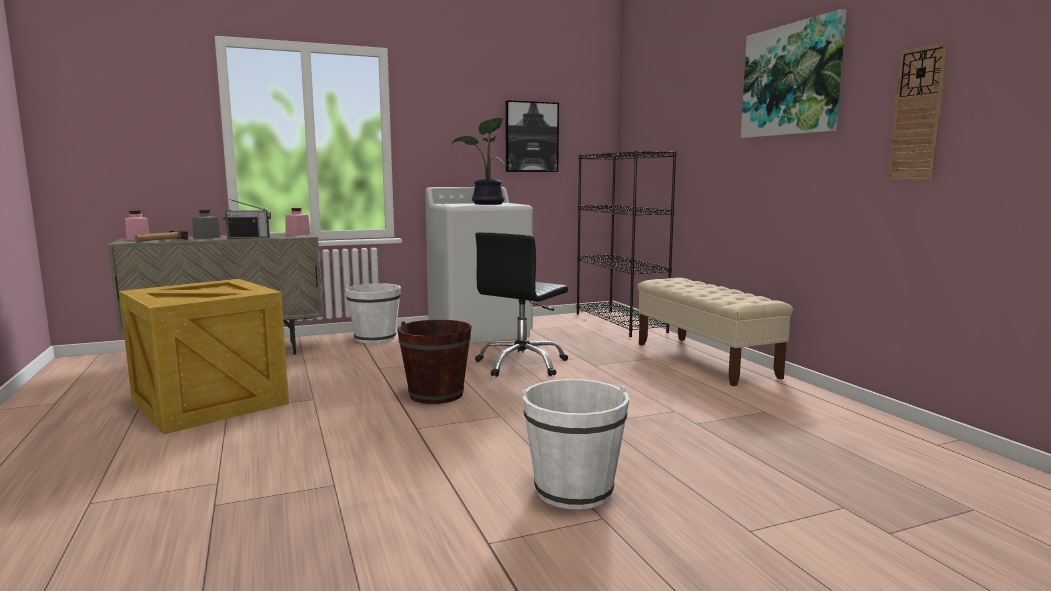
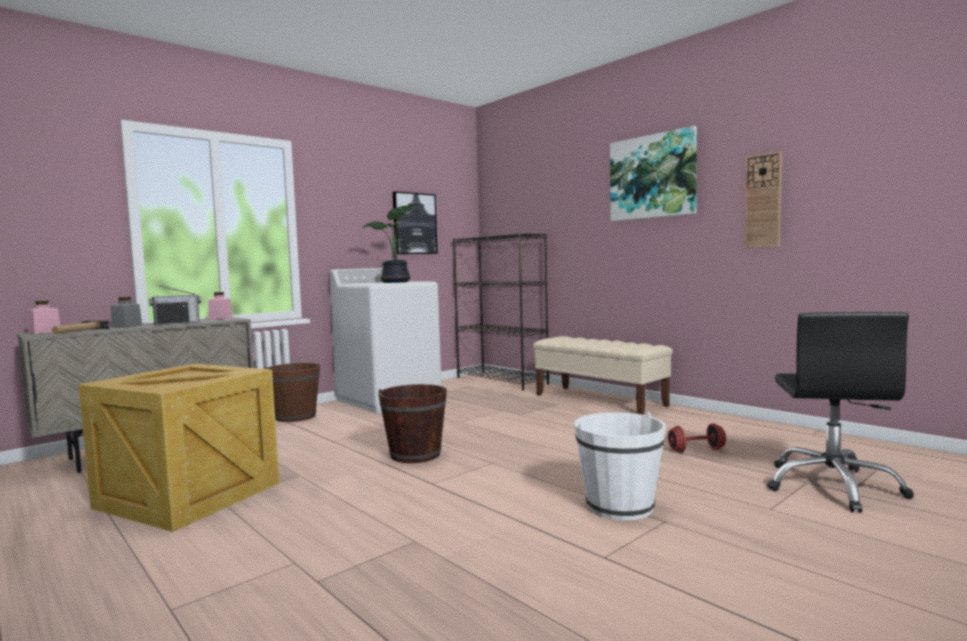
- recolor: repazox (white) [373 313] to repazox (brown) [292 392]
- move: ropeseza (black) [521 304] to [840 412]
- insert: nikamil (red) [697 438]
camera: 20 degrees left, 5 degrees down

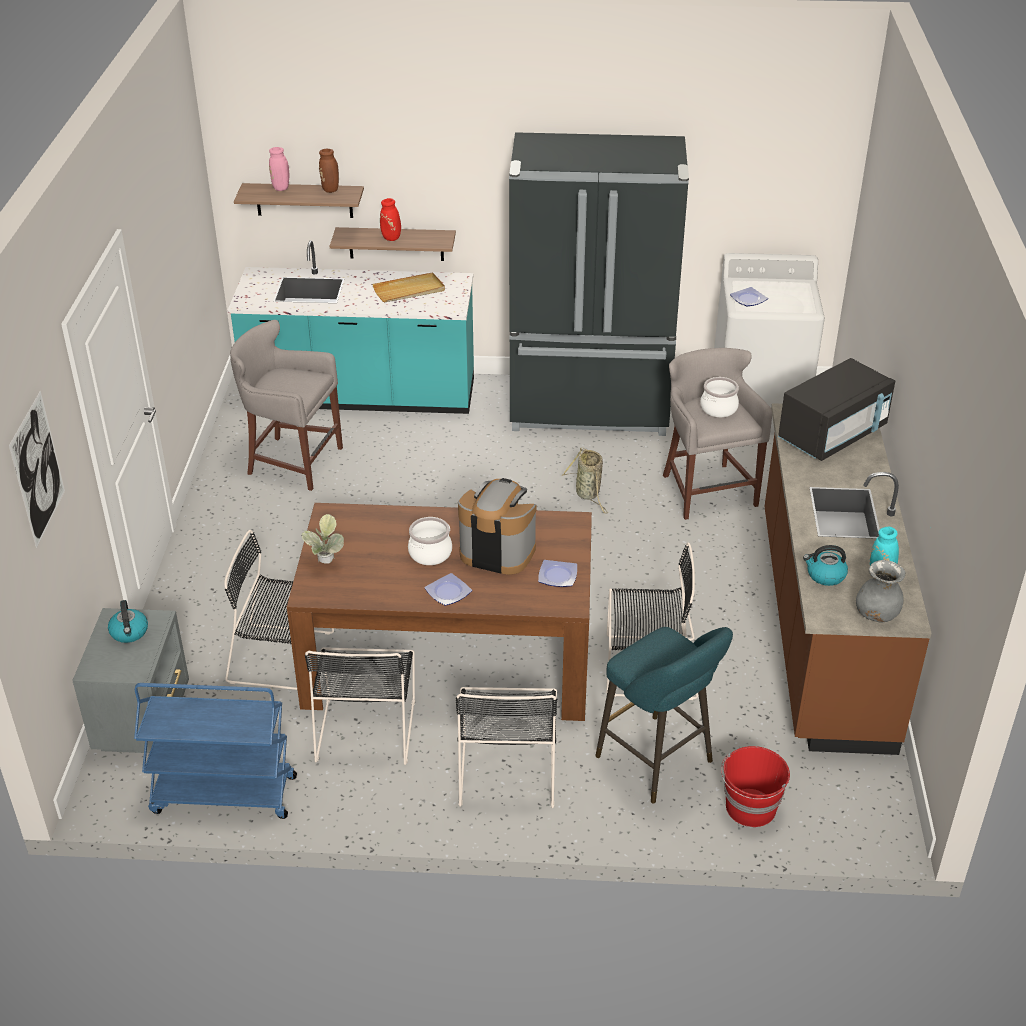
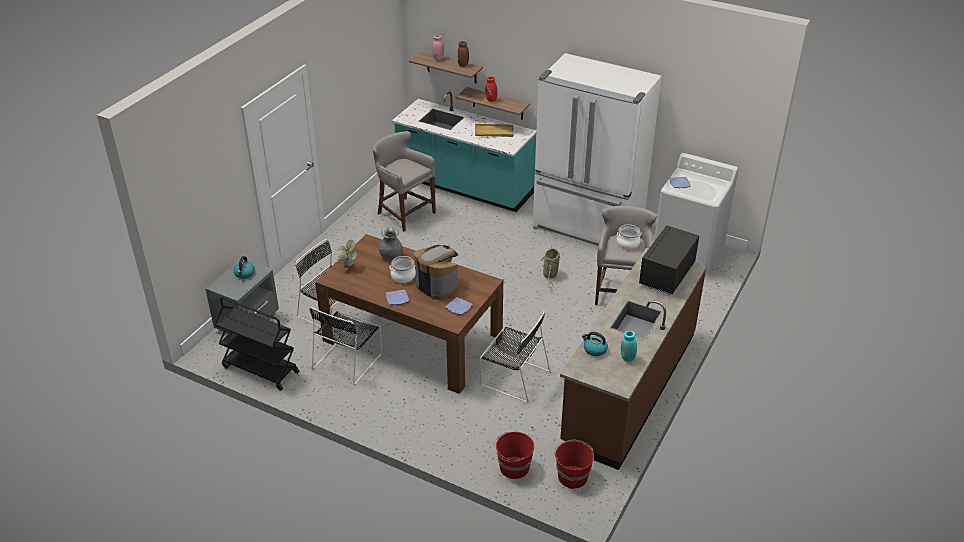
- delete: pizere [37 469]
- recolor: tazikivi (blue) [215 751] to tazikivi (black) [256 344]
- delete: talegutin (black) [506 747]
- recolor: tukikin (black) [599 284] to tukikin (white) [597 149]
- delete: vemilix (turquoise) [664 715]
- rotate: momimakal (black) [836 409] = [669 260] 135 degrees clockwise
- move: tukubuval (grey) [880 591] to [391 243]
- insert: repazox (red) [574 464]
camera: 25 degrees right, 0 degrees up

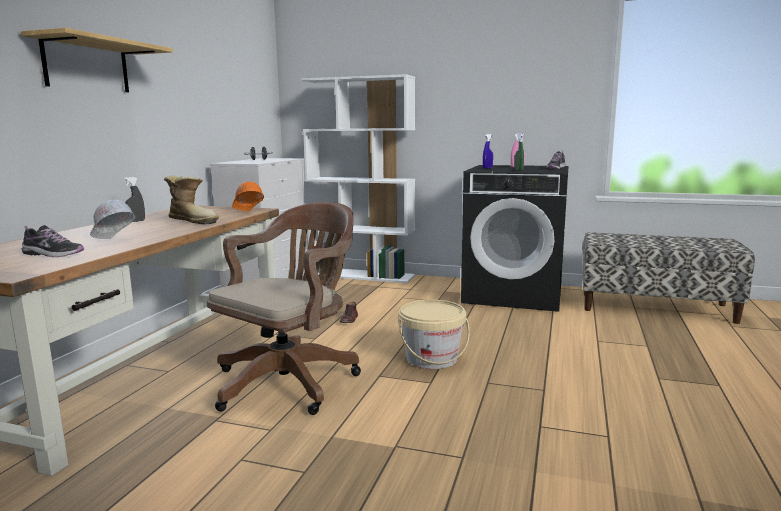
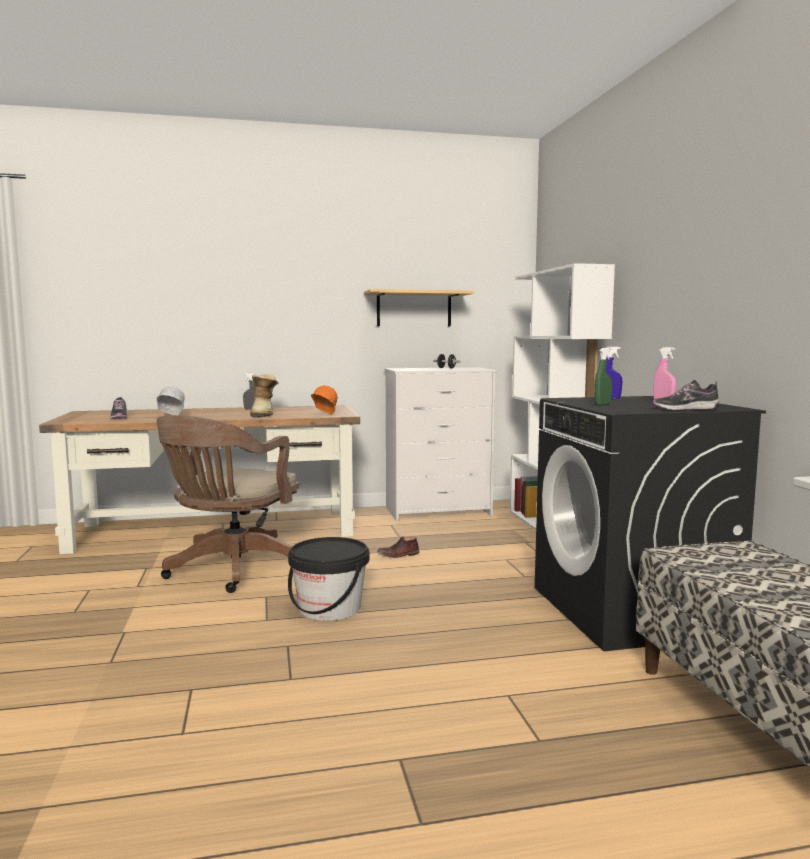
- move: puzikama [97 60] to [419 307]
- rotate: ropeseza (brown) [284 308] = [228 504] 105 degrees clockwise
- recolor: repazox (beige) [434 334] to repazox (black) [328 579]
camera: 60 degrees right, 5 degrees down

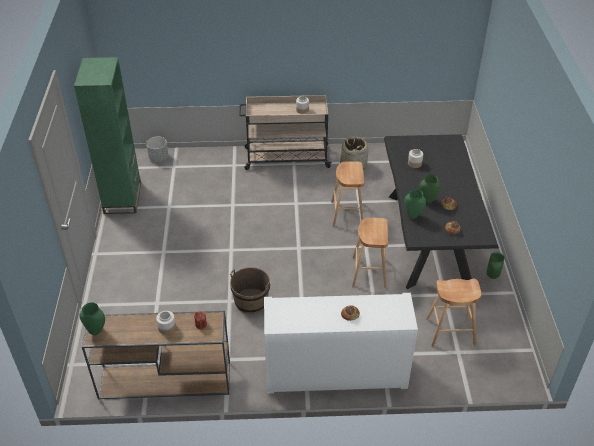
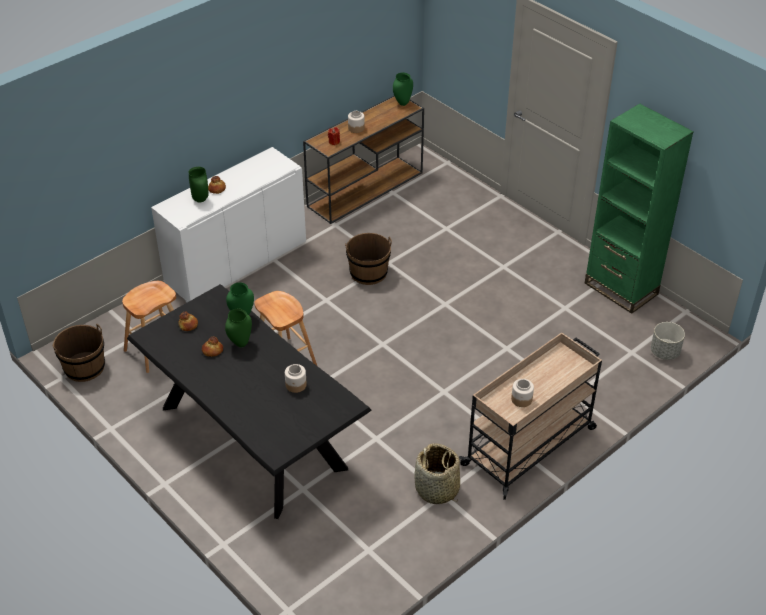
- delete: vemilix (brown) [347 194]
- move: tukubuval (green) [495 265] to [198 185]
- insert: repazox (brown) [78 353]
camera: 140 degrees right, 0 degrees up

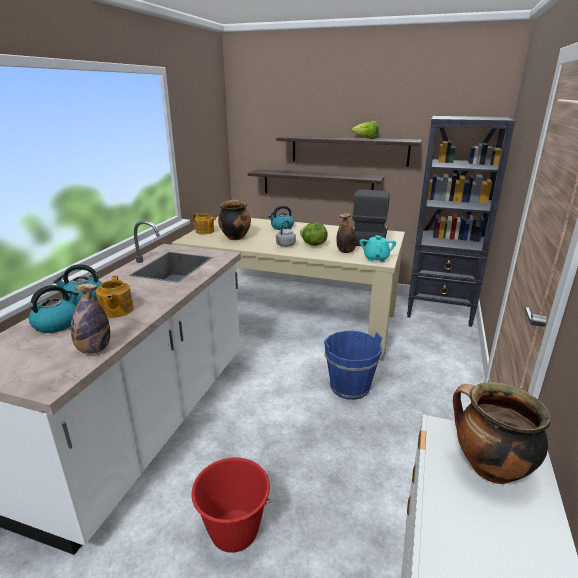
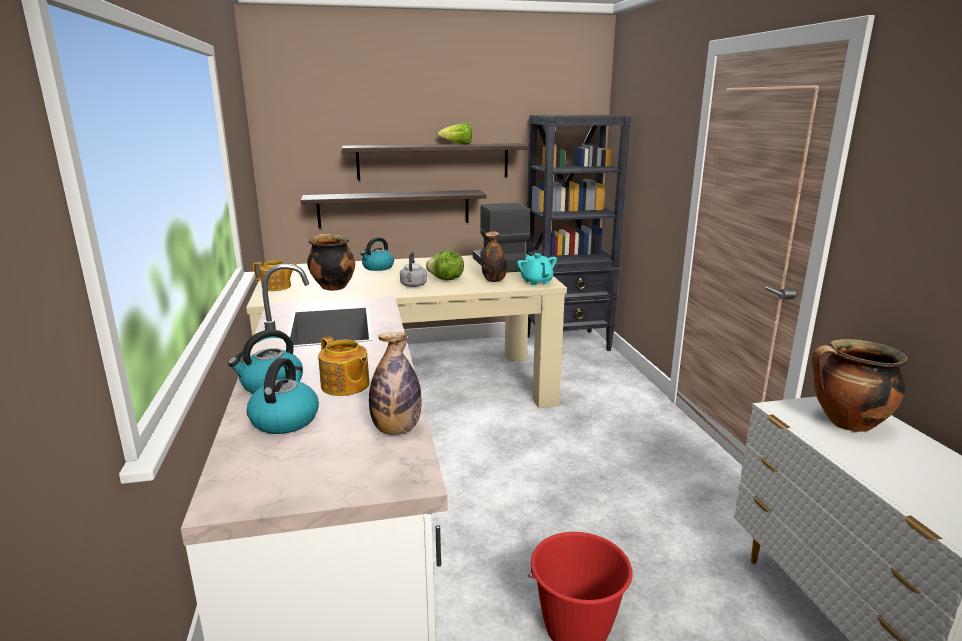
- delete: repazox (blue) [353 365]
camera: 30 degrees left, 5 degrees down

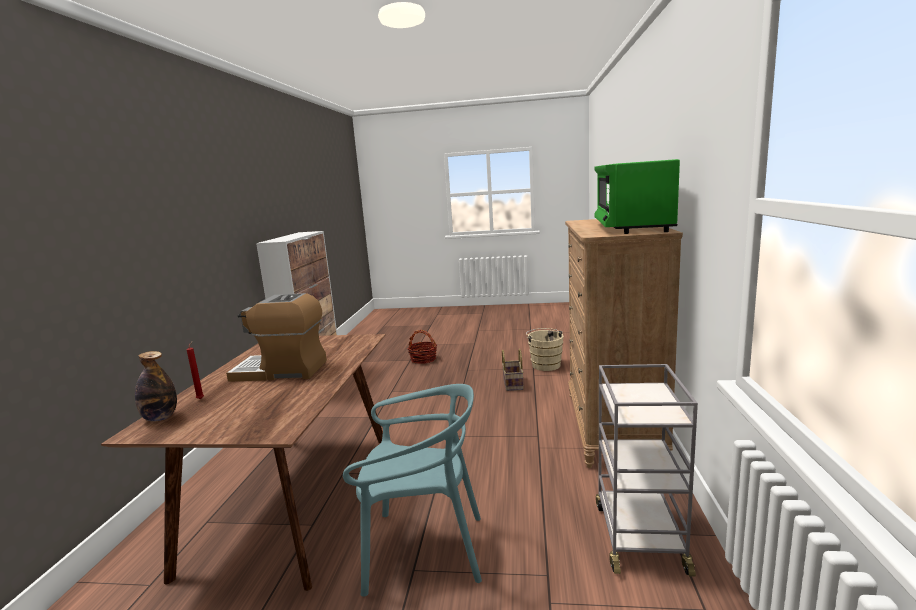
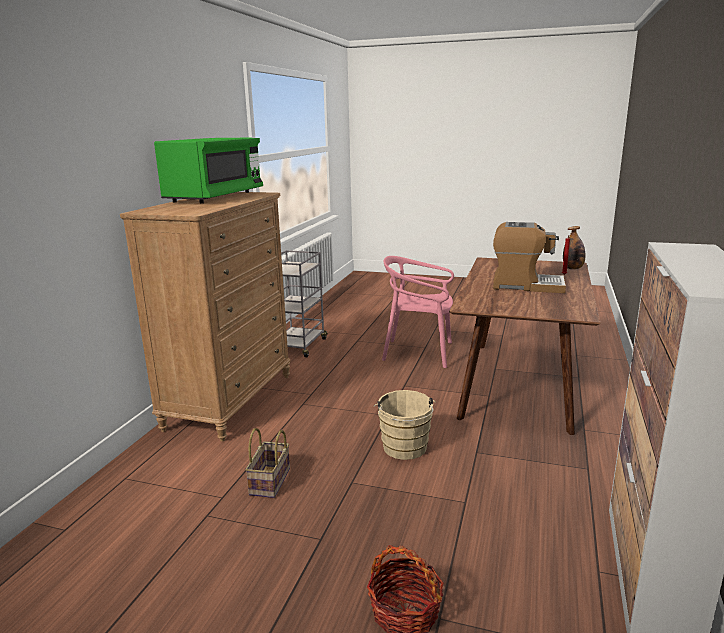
- recolor: talegutin (turquoise) [412 490] to talegutin (pink) [418 312]
- move: repazox (beige) [545 349] to [405 425]
camera: 170 degrees left, 5 degrees up

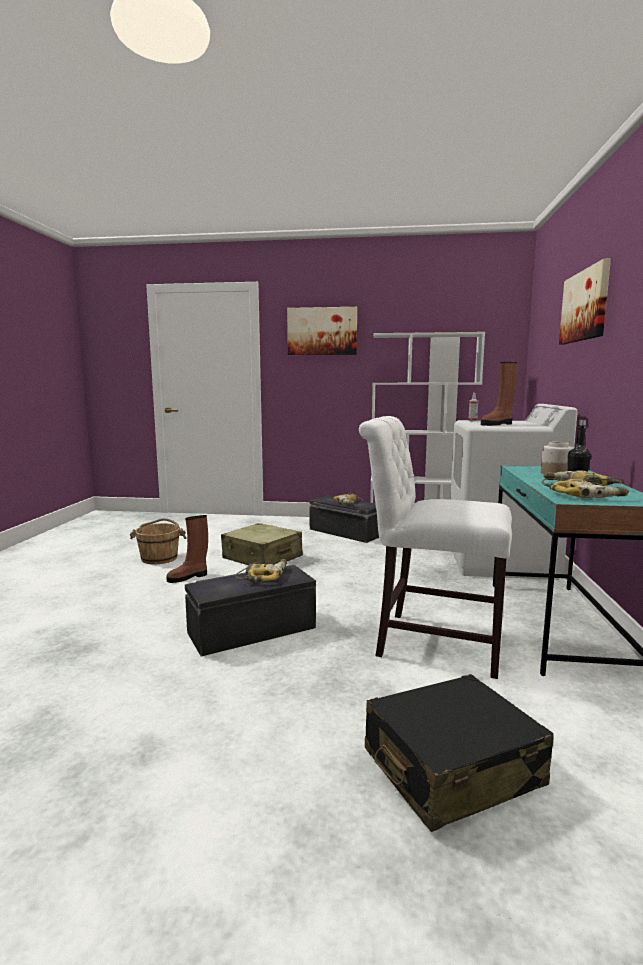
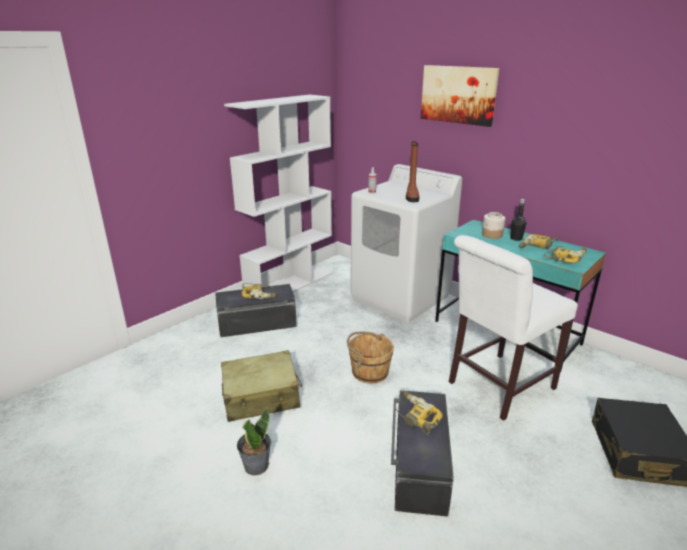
- move: repazox (brown) [158 541] to [370 357]
- replace: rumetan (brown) [187 549] to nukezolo [254 441]
- delete: pizere [322 331]
camera: 55 degrees left, 15 degrees up

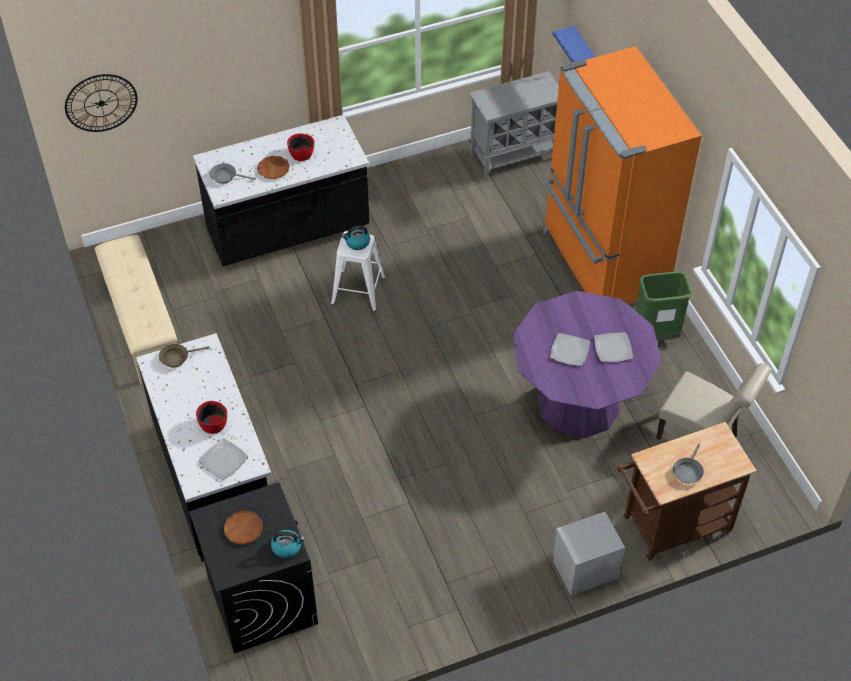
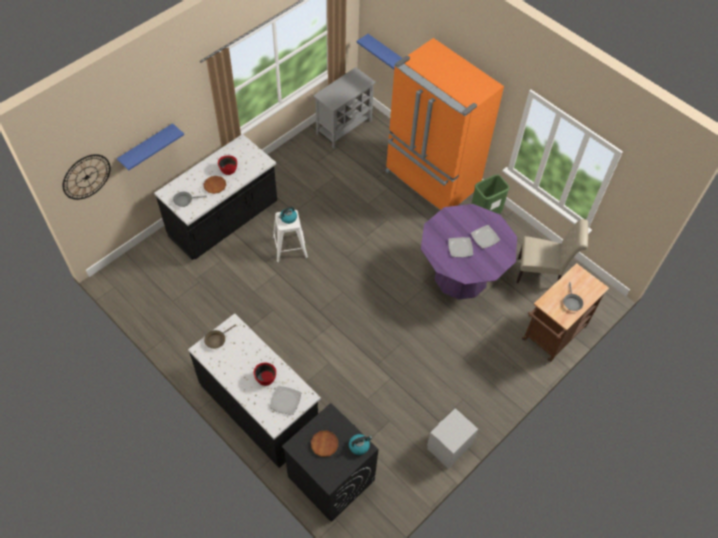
- delete: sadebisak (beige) [136 309]
- move: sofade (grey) [589 554] to [452 438]
- insert: puzikama (blue) [150 147]
camera: 25 degrees left, 5 degrees up

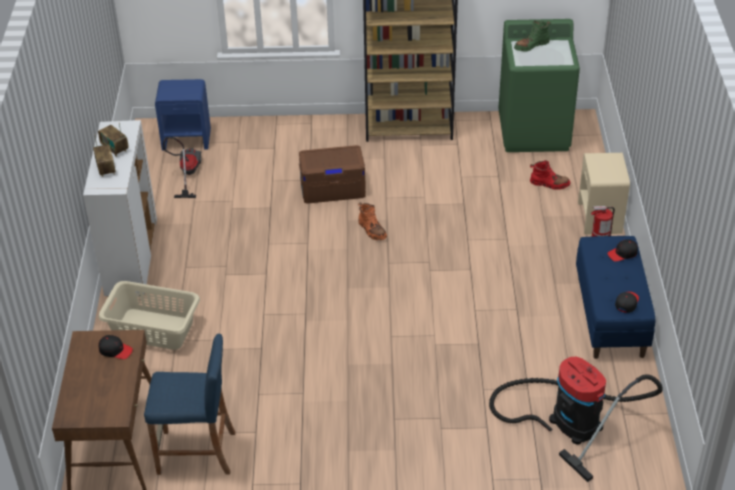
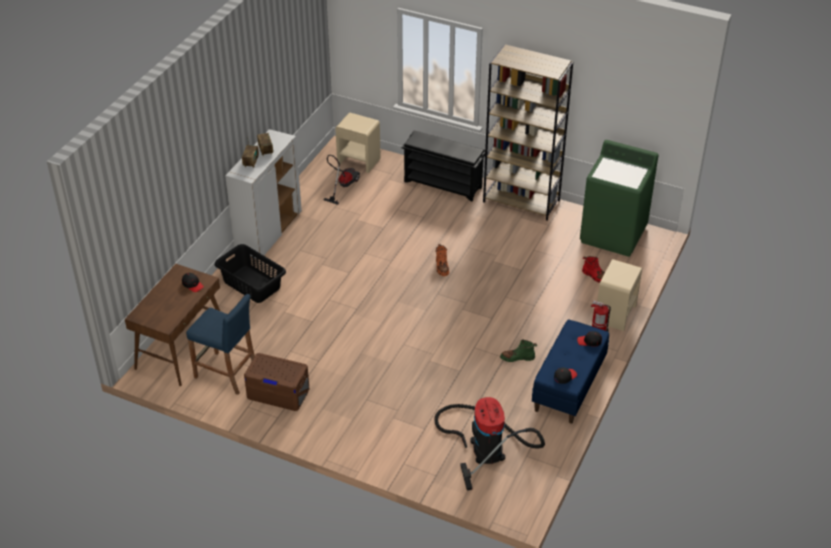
- recolor: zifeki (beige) [149 315] to zifeki (black) [250 273]
- recolor: sofade (blue) [183 114] to sofade (beige) [358 143]
- move: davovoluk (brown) [332 174] to [276 382]
- move: rumetan (green) [532 36] to [518 350]
- insert: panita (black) [443 166]
camera: 25 degrees right, 0 degrees up

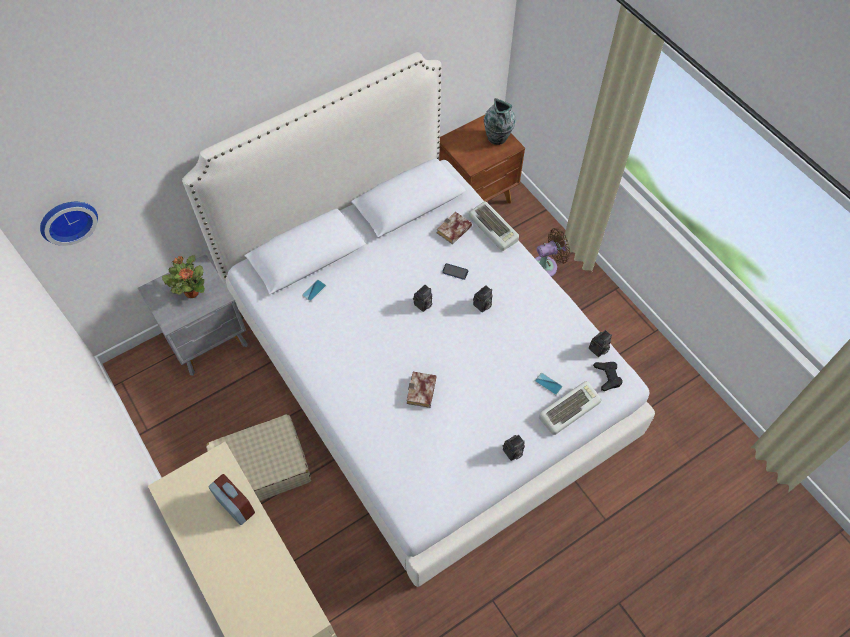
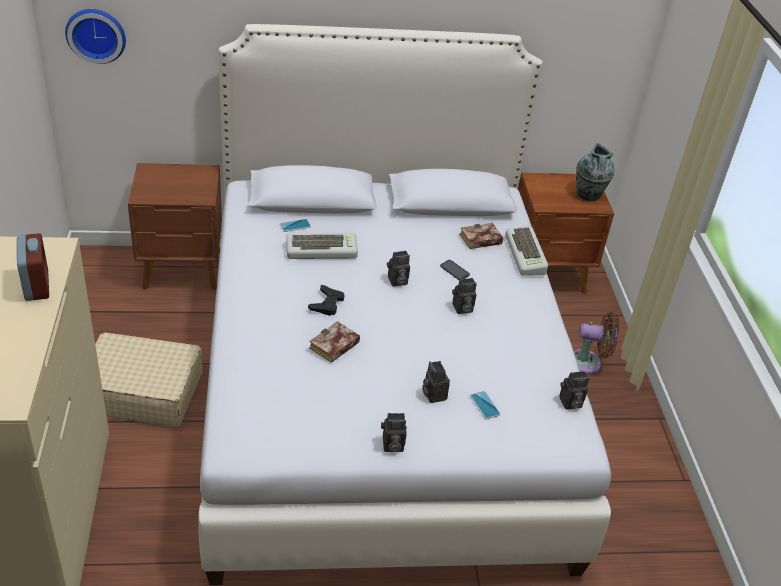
- recolor: sofade (grey) [193 315] to sofade (brown) [175 226]
- delete: nukezolo [183 276]
- move: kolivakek [570 408] to [322 246]
- move: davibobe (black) [608 376] to [326 300]
- insert: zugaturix [436 382]
camera: 25 degrees right, 20 degrees down

